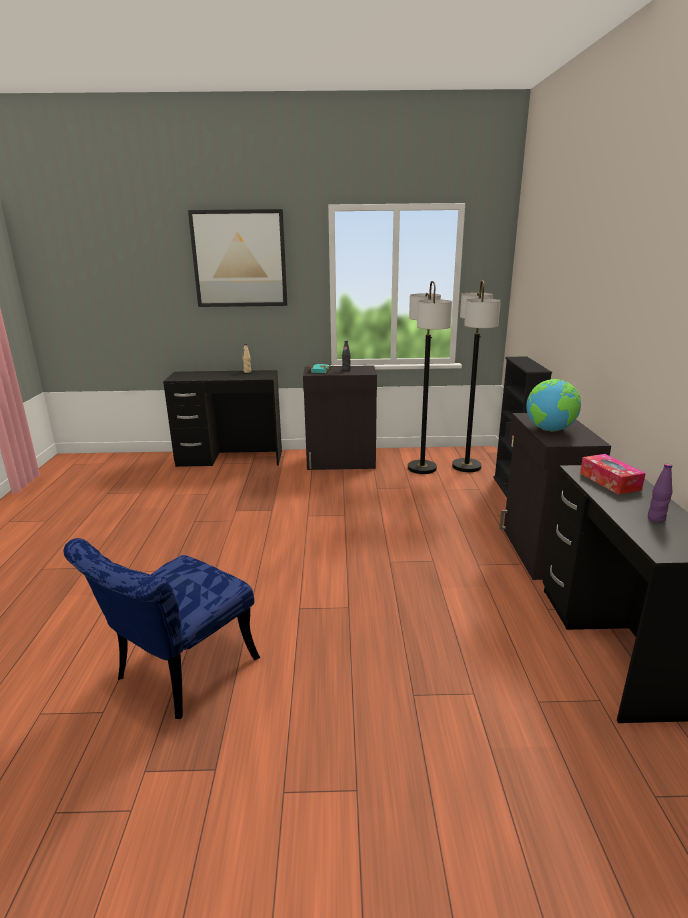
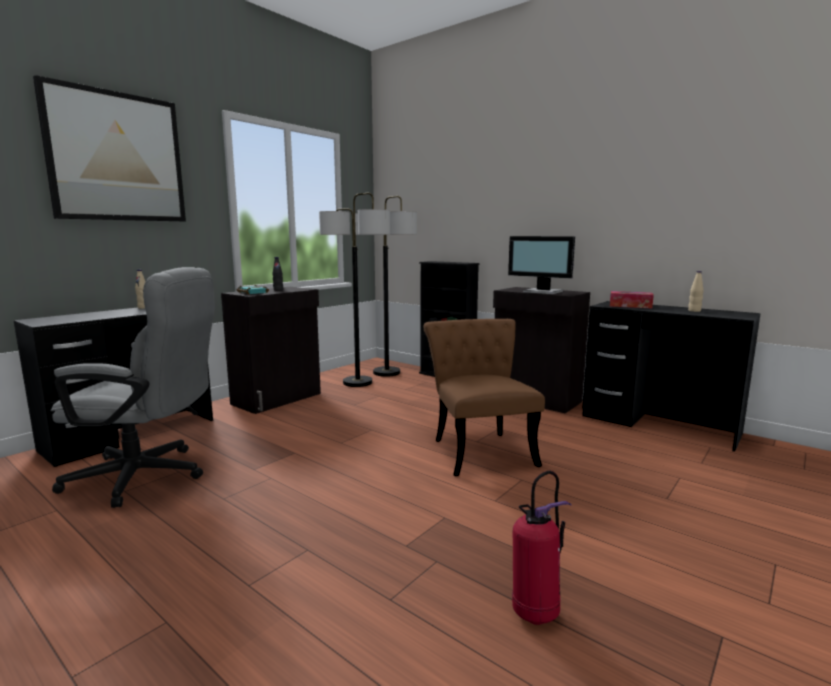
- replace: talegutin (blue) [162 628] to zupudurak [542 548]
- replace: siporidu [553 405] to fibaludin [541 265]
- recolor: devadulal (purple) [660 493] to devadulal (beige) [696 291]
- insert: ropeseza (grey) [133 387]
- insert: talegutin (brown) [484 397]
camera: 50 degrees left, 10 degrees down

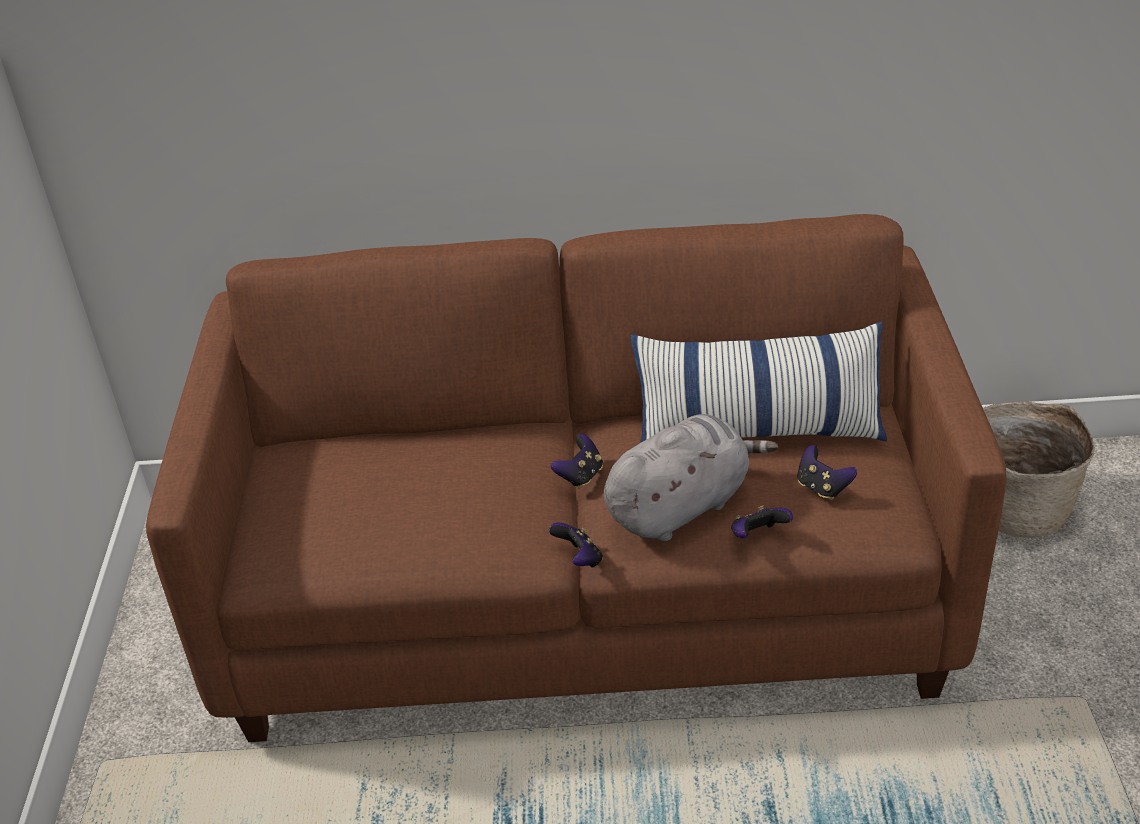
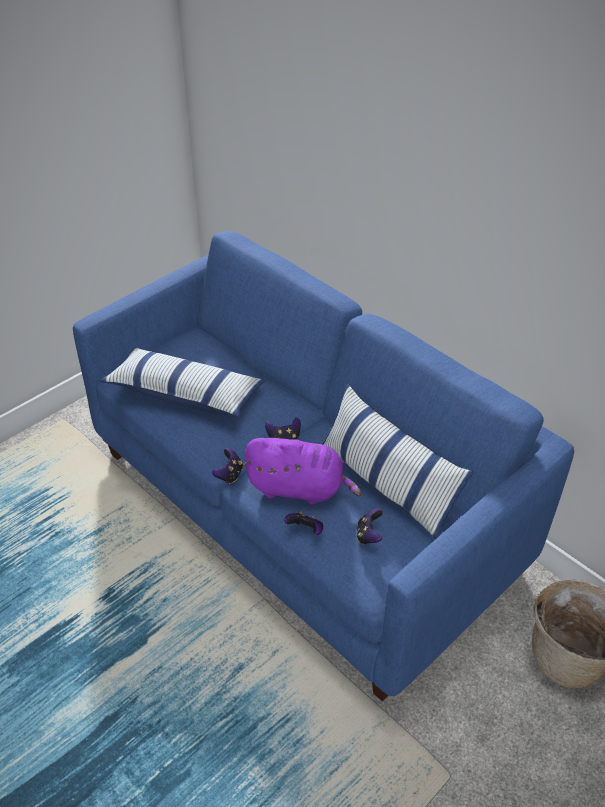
- recolor: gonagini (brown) [576 478] to gonagini (blue) [323 466]
- recolor: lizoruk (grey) [691 477] to lizoruk (purple) [302 471]
- insert: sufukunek [182 382]
camera: 45 degrees right, 5 degrees up

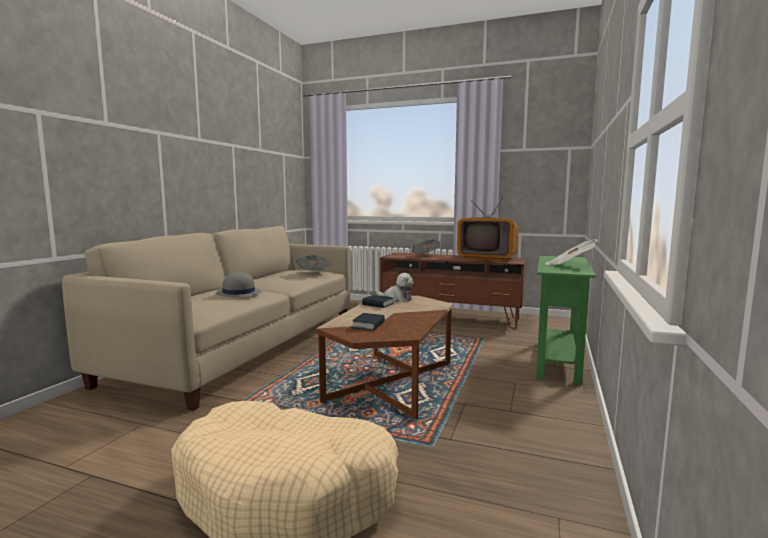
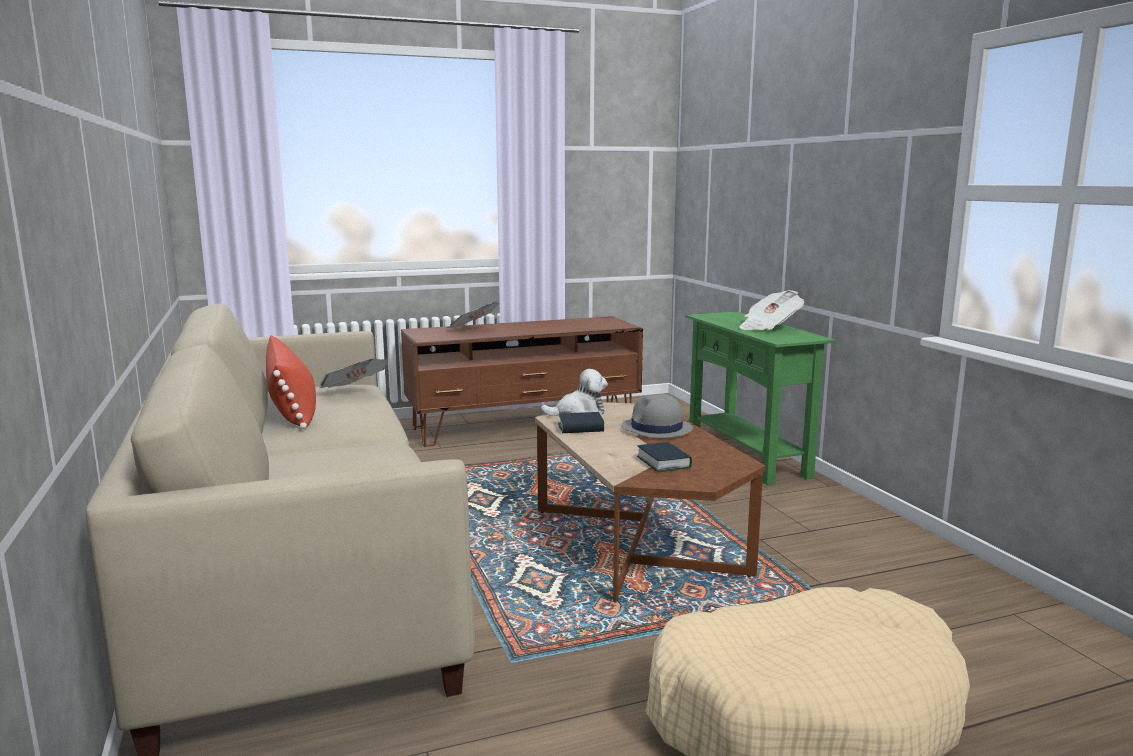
- move: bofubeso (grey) [238 284] to [657 416]
- delete: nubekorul [487 229]
- insert: sufukunek (red) [291 382]
camera: 40 degrees left, 5 degrees up

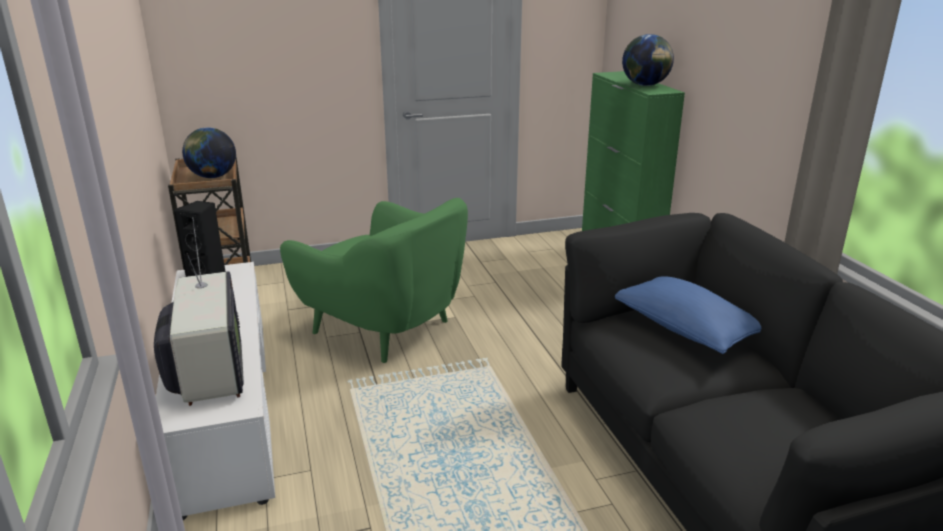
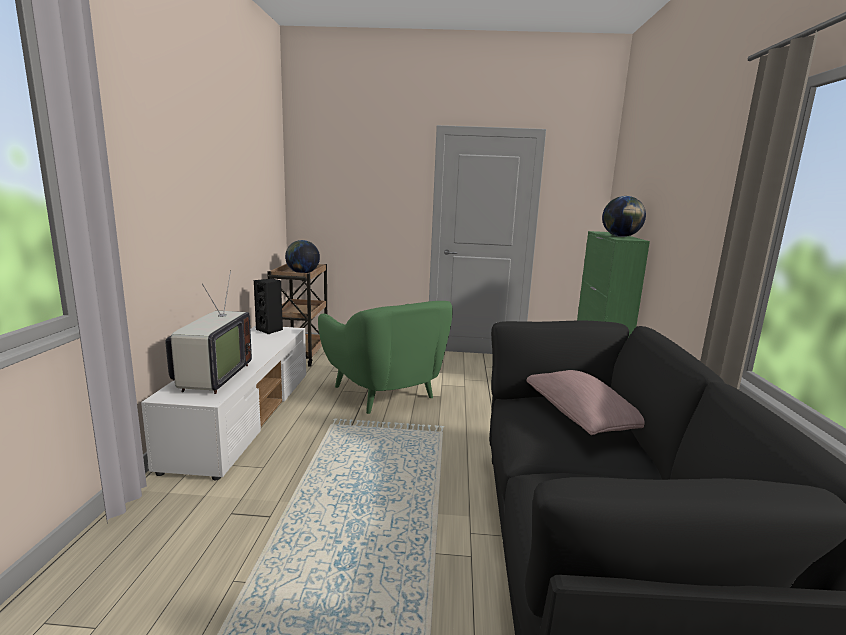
- recolor: sufukunek (blue) [688 315] to sufukunek (pink) [586 402]
camera: 20 degrees right, 10 degrees down

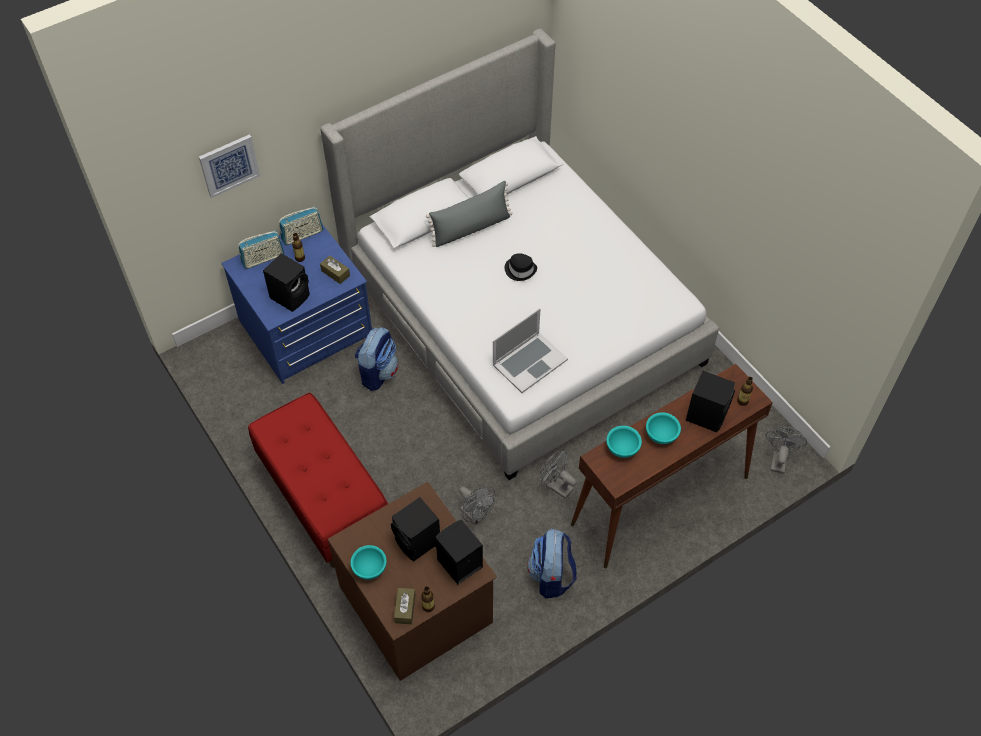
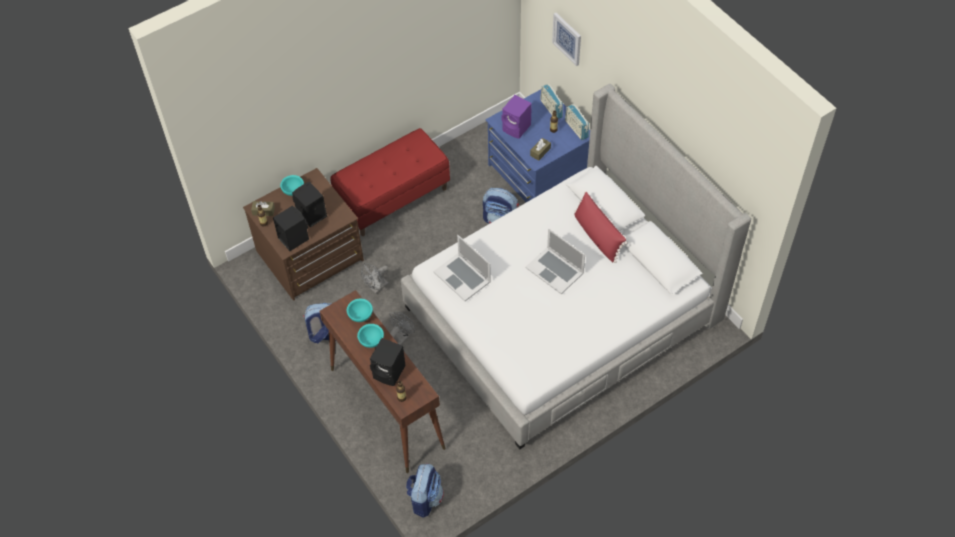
- recolor: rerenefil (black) [286 282] to rerenefil (purple) [517 117]
- recolor: sufukunek (grey) [469 214] to sufukunek (red) [601 227]
- replace: bofubeso (black) [521 267] to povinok [555 261]
- replace: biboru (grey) [786 450] to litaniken [425 490]
camera: 90 degrees right, 0 degrees up

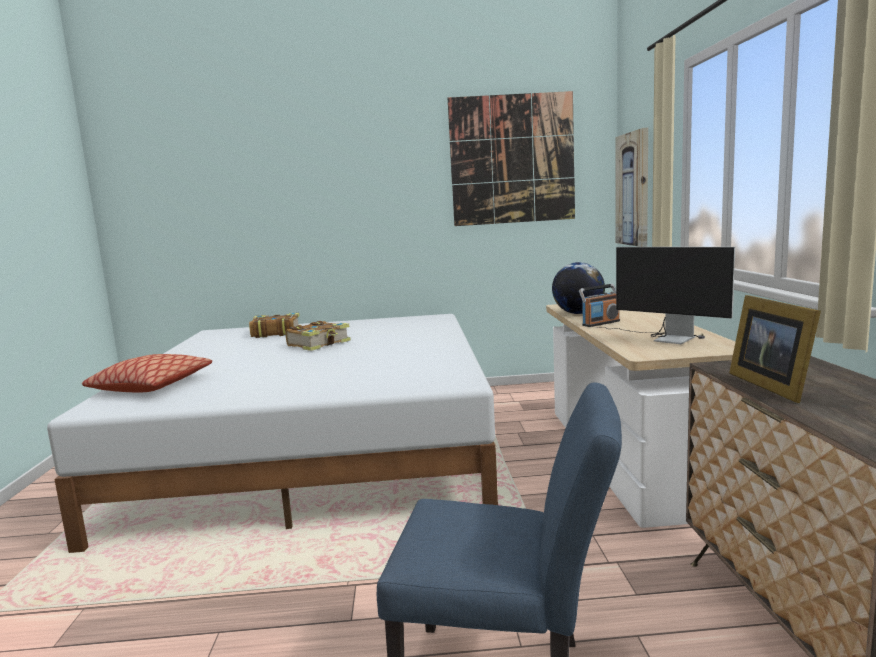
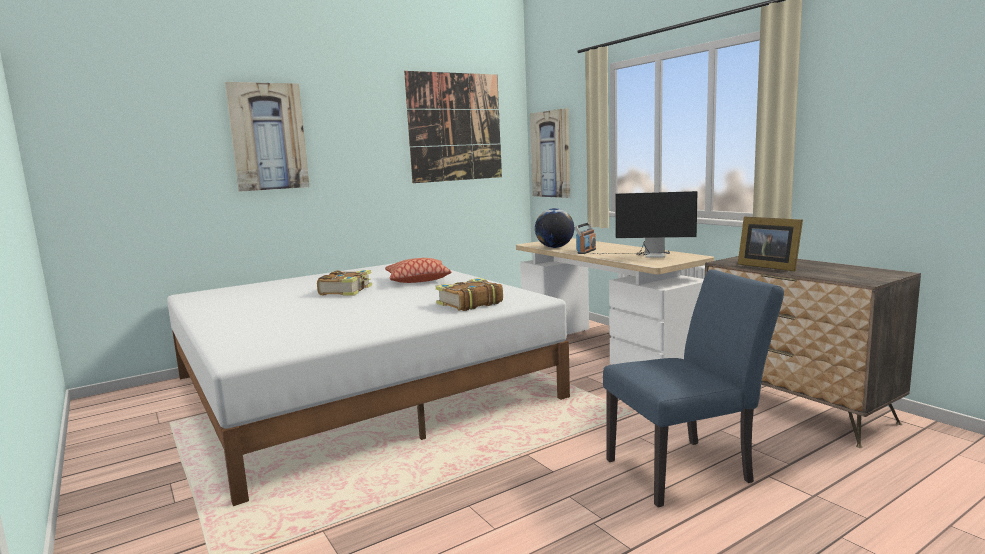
- move: sufukunek [147 373] to [418 270]
- move: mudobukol [274 325] to [469 294]
- insert: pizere [267 137]
camera: 30 degrees left, 0 degrees up

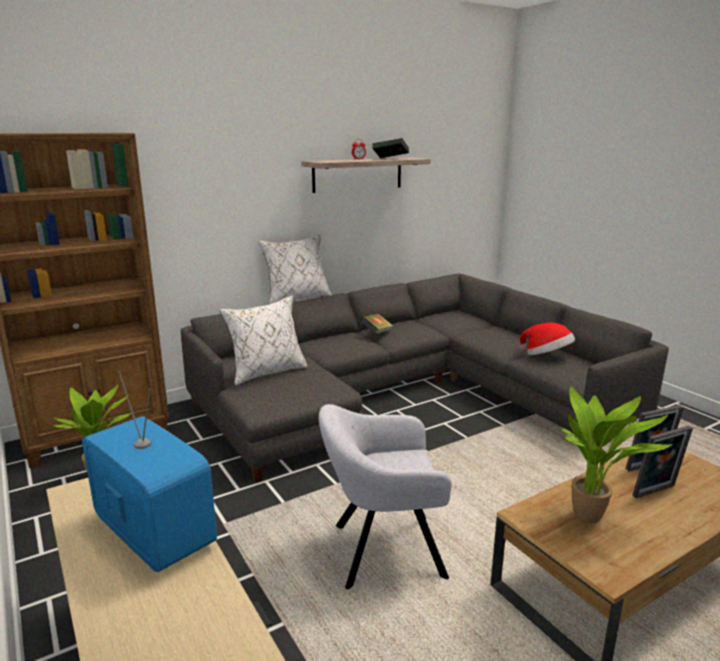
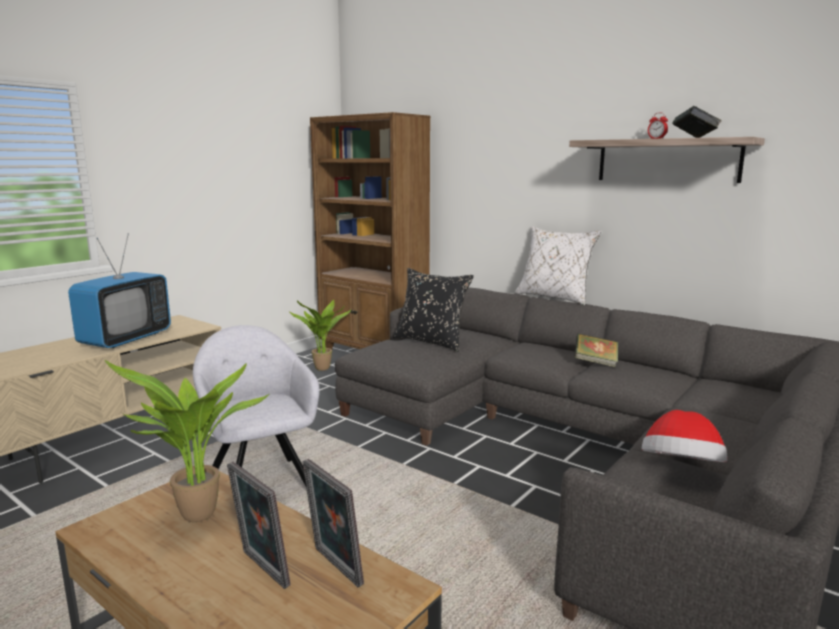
- recolor: sufukunek (white) [264 340] to sufukunek (black) [433 310]
camera: 70 degrees right, 5 degrees down

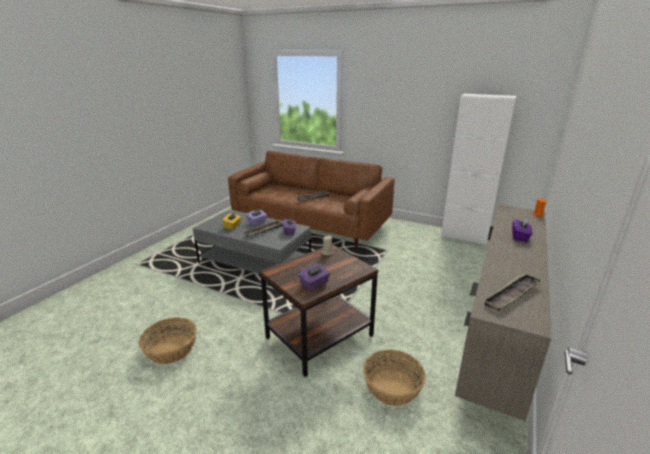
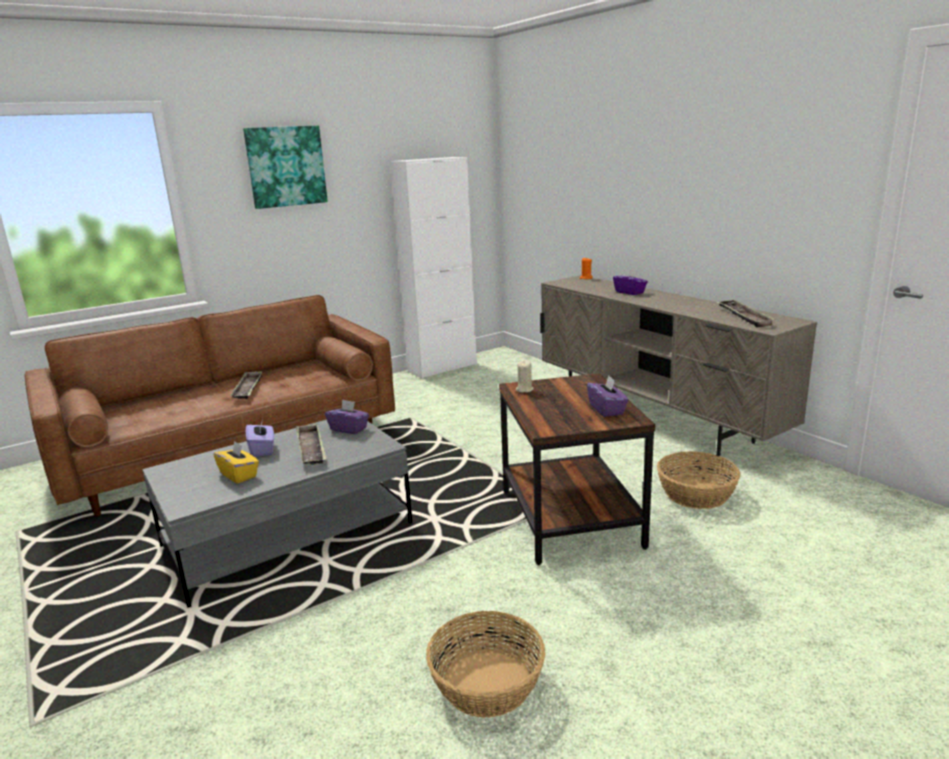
- insert: pizere [285 167]
camera: 60 degrees left, 5 degrees down

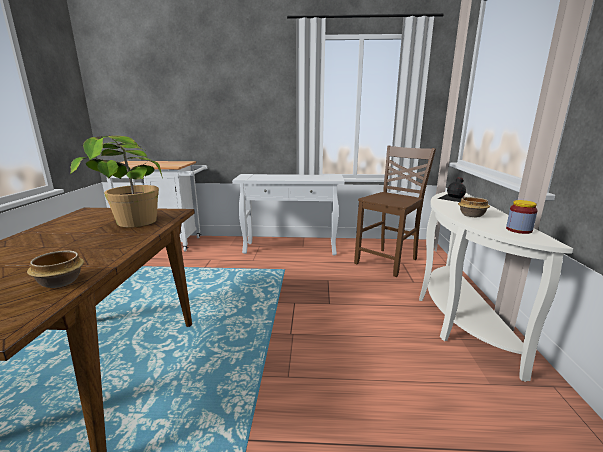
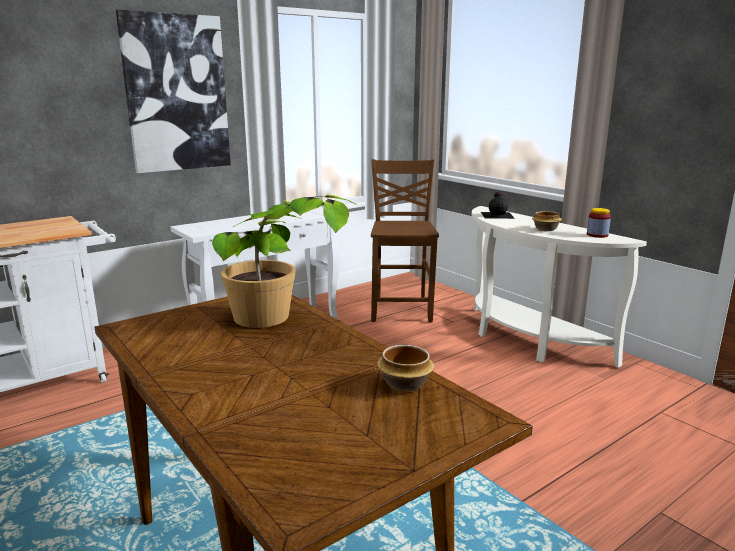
- insert: pizere [173 91]
camera: 40 degrees left, 0 degrees up

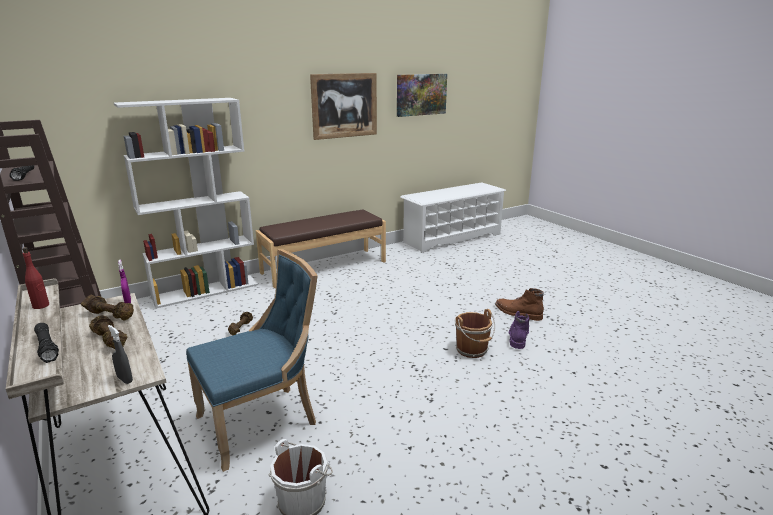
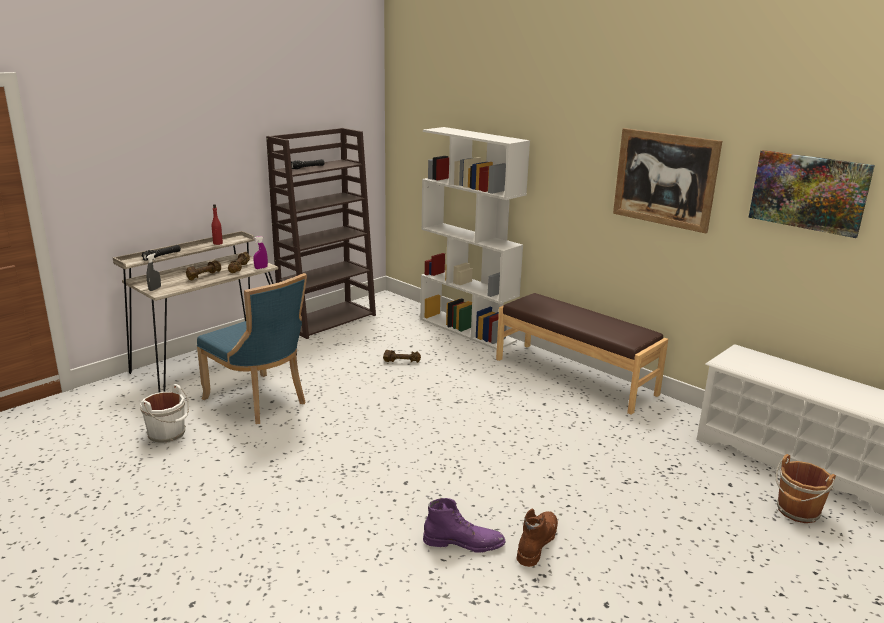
- move: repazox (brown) [475 333] to [806 488]
camera: 75 degrees right, 0 degrees up

